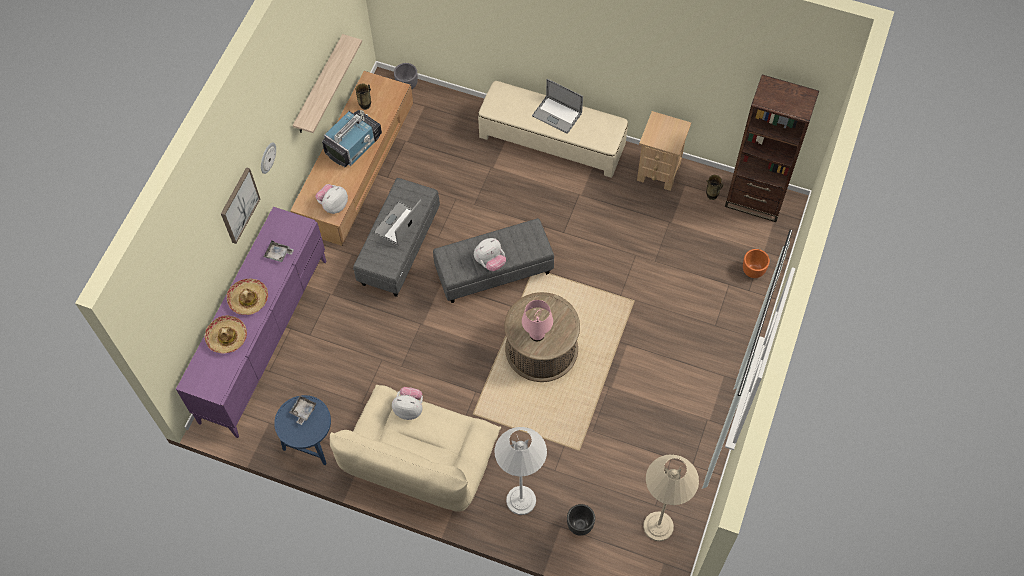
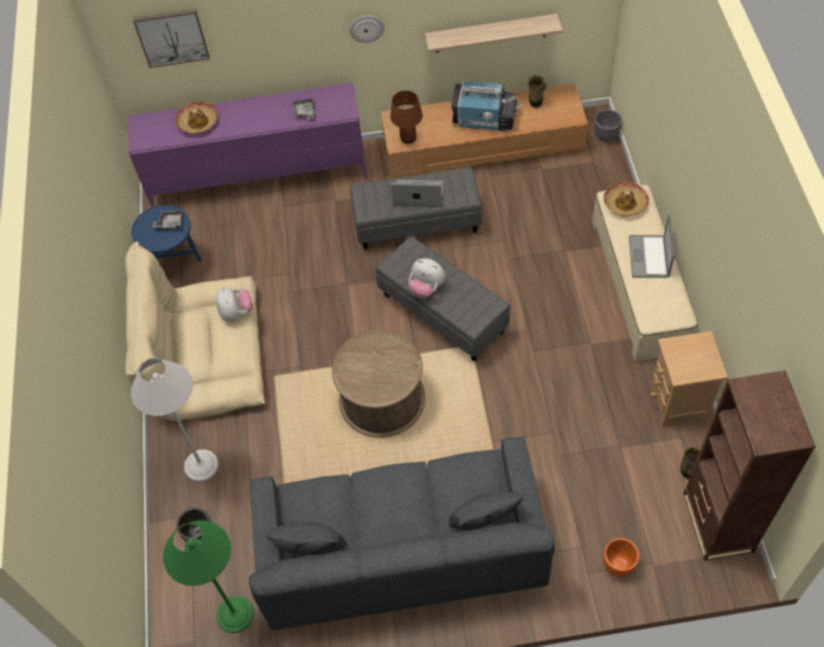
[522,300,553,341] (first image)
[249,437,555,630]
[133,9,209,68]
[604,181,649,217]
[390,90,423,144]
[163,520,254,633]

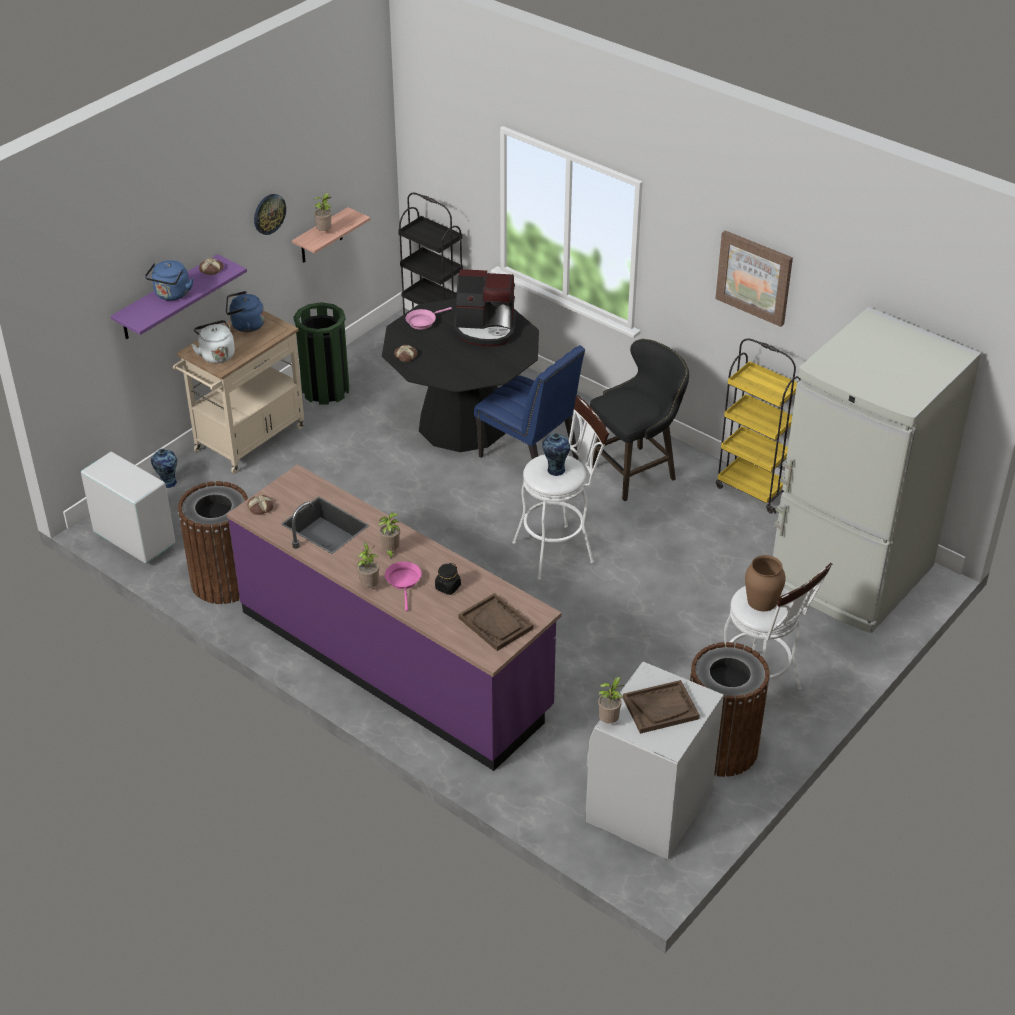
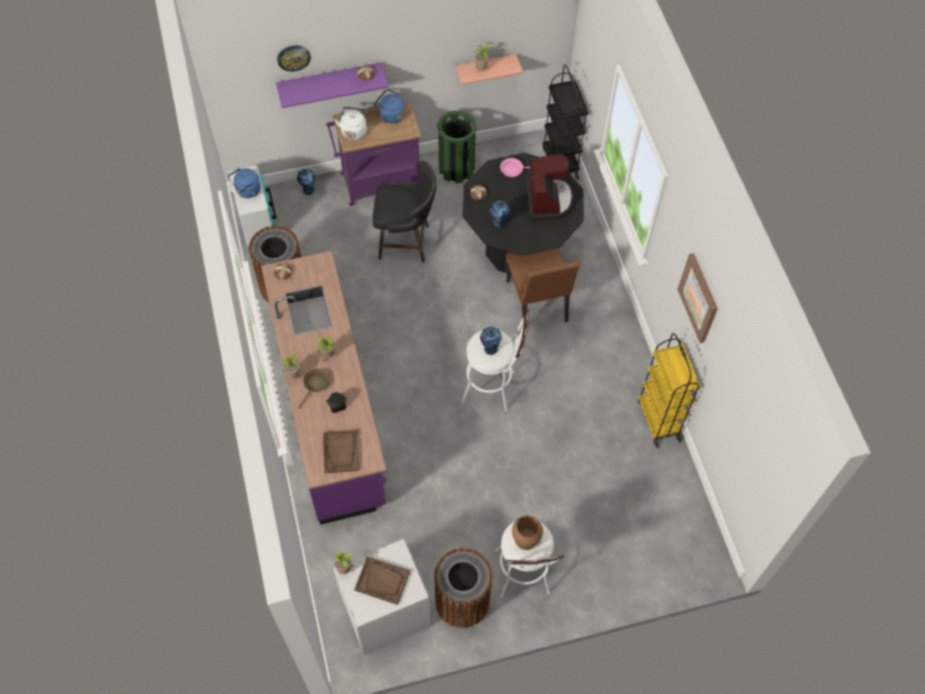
[773,307,981,633] (first image)
[490,200,510,229]
[228,168,261,198]
[277,45,311,72]
[372,160,436,262]
[326,100,421,206]
[298,368,330,408]
[506,248,580,322]
[526,154,574,220]

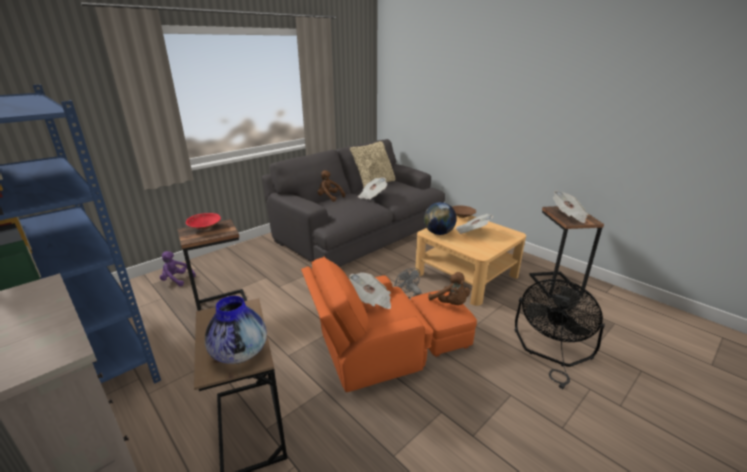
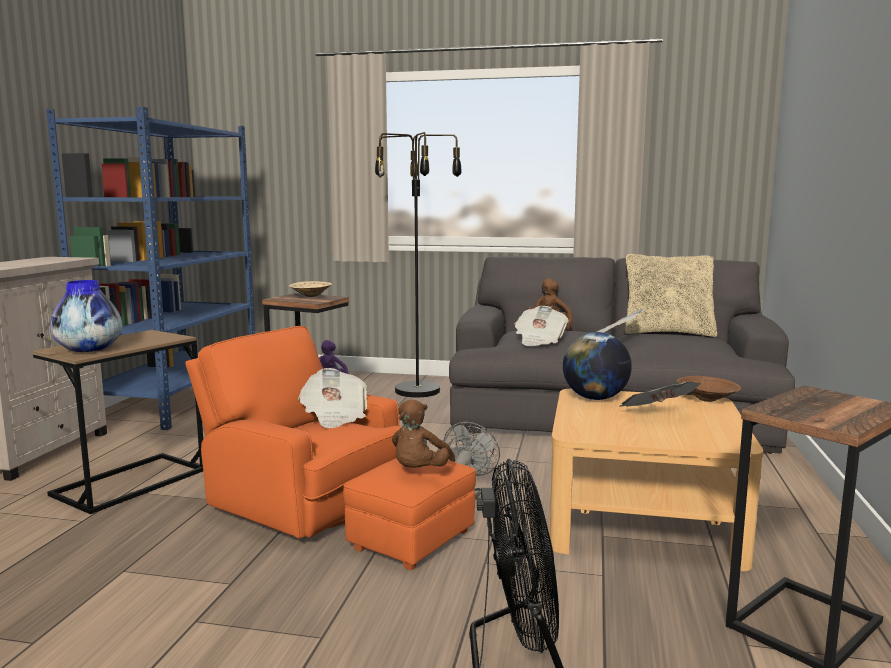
[375,132,462,397]
[514,306,568,346]
[289,281,332,297]

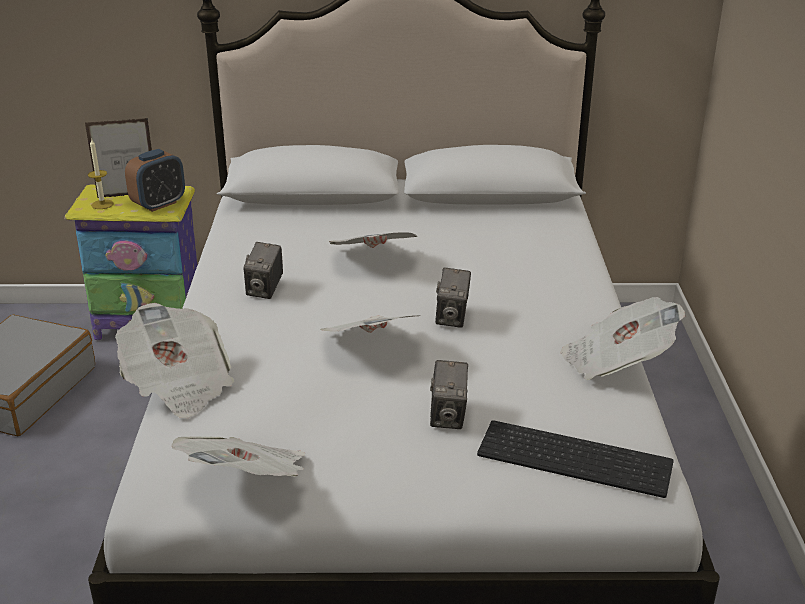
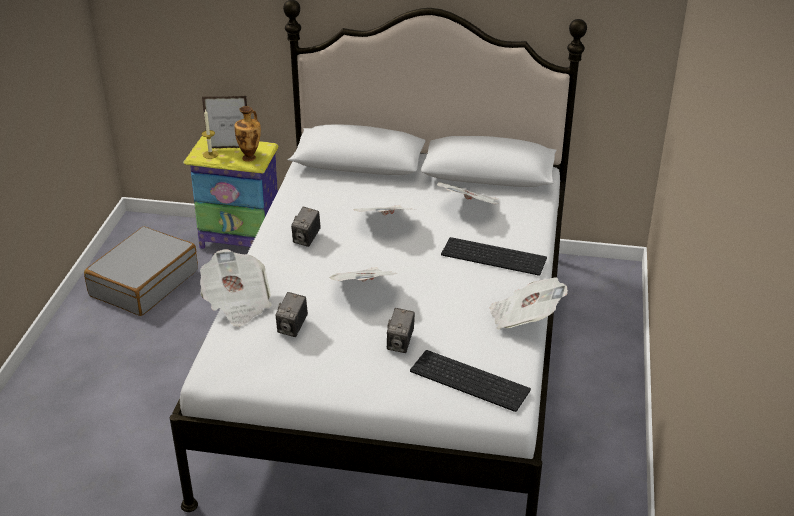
[441,237,547,276]
[437,182,498,205]
[276,292,308,337]
[234,106,261,162]

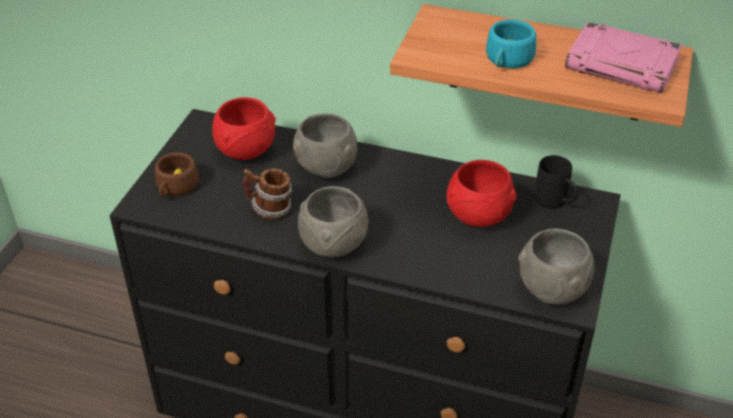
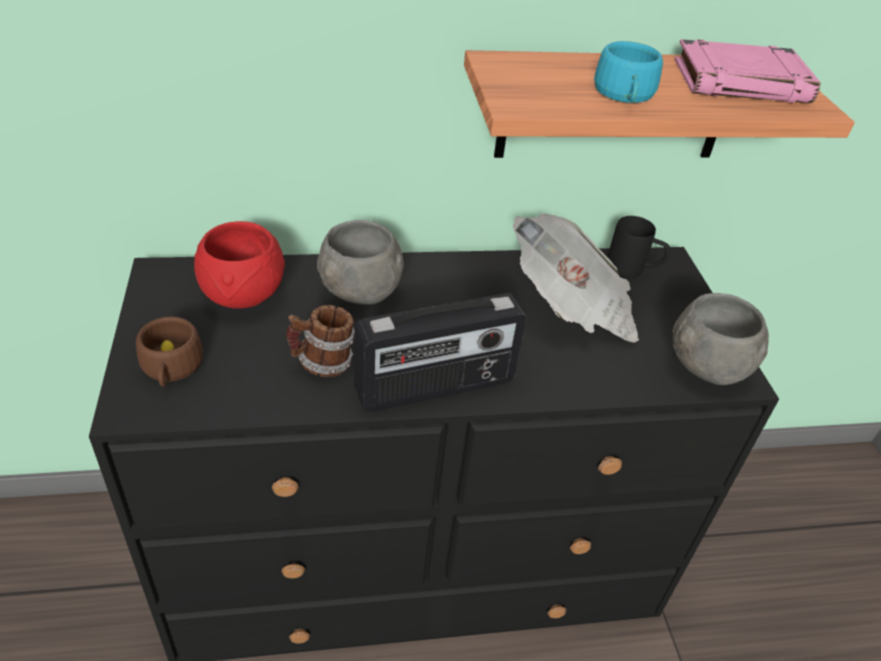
[354,293,526,412]
[513,214,639,343]

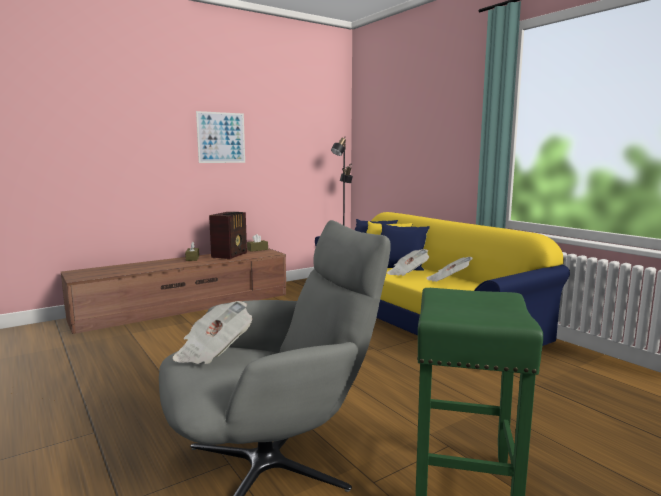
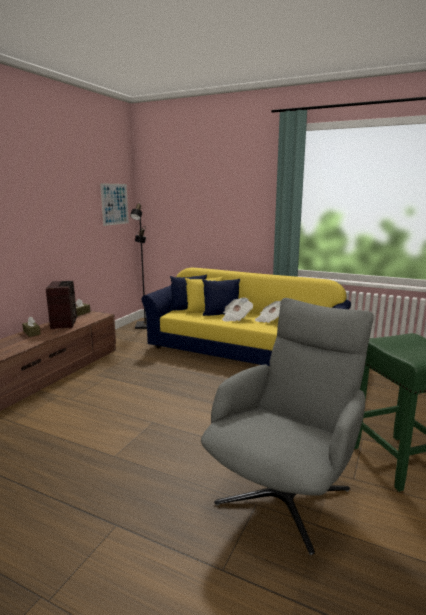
[173,301,252,364] (first image)
[100,183,129,226]

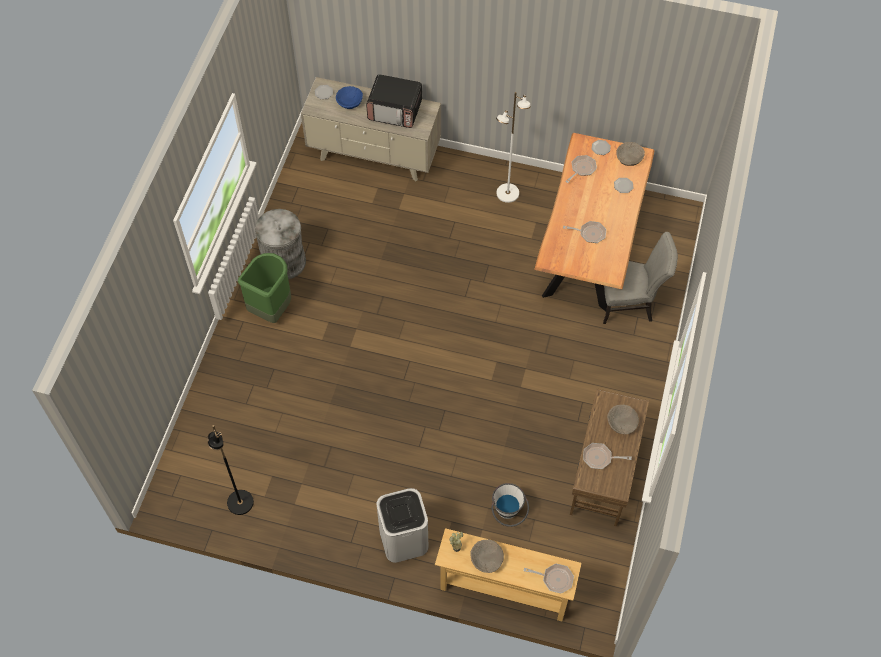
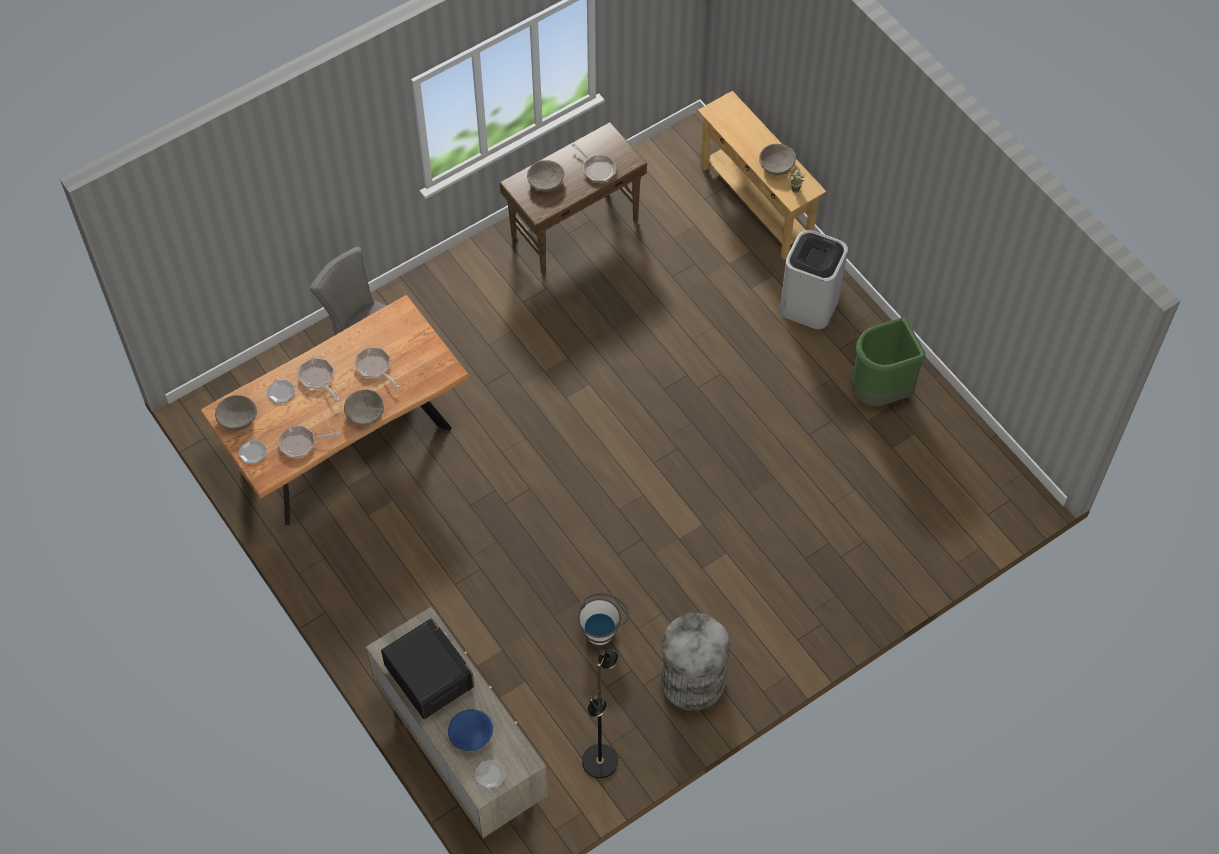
[496,92,531,203] (first image)
[344,389,384,425]
[582,649,619,778]
[851,318,925,406]
[578,593,629,645]
[298,358,340,402]

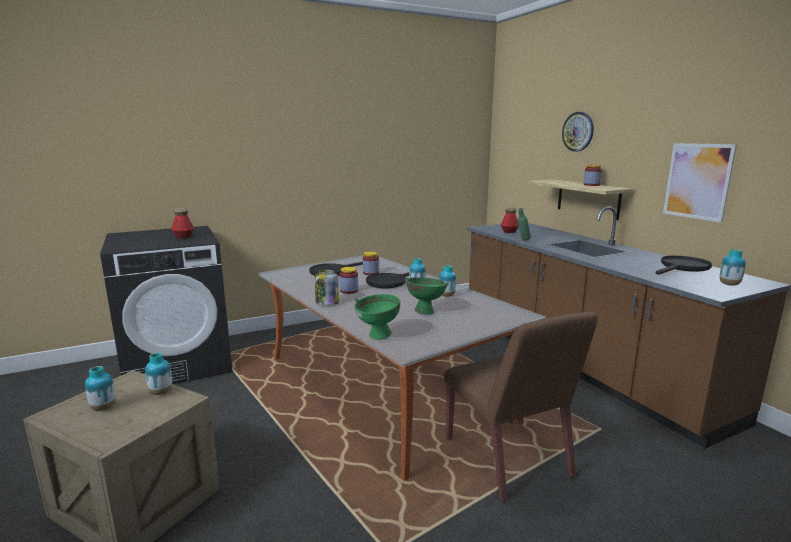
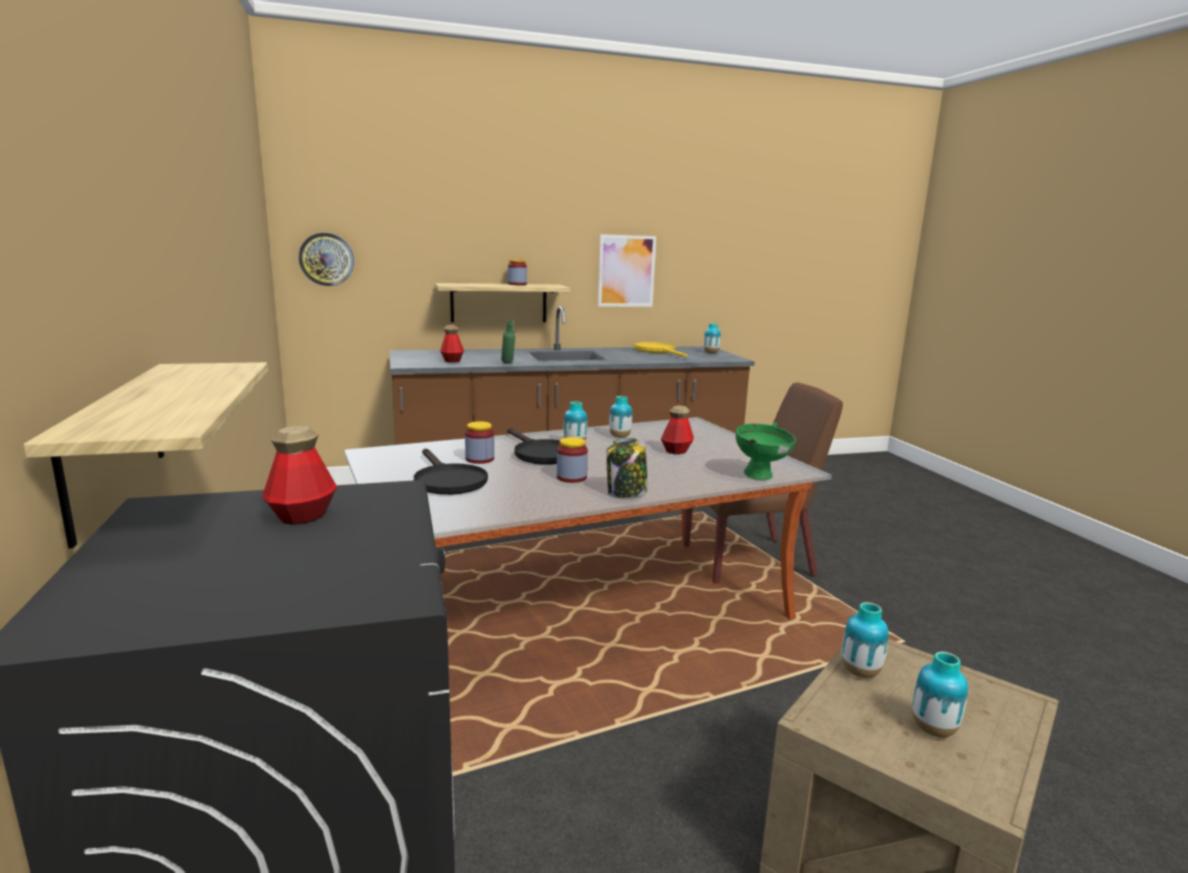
[23,362,268,549]
[299,233,354,286]
[661,406,694,454]
[635,342,688,357]

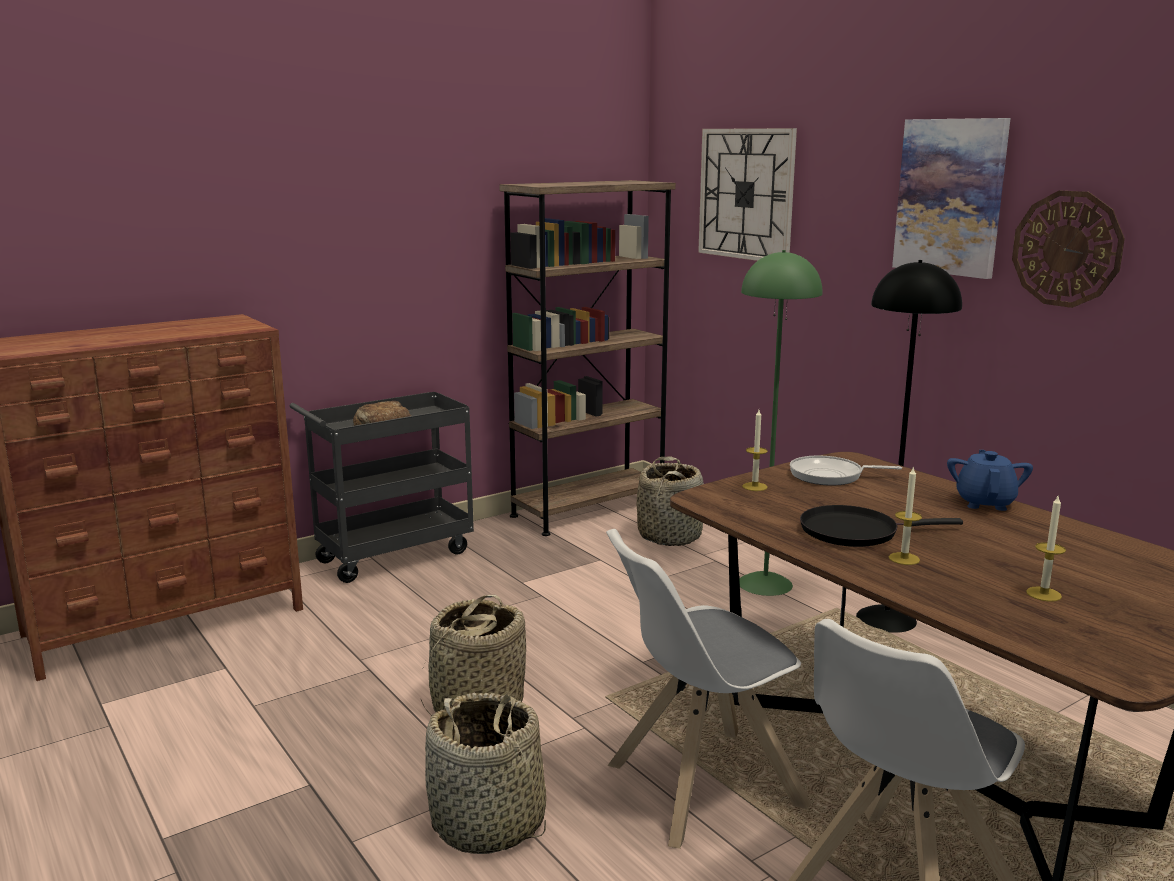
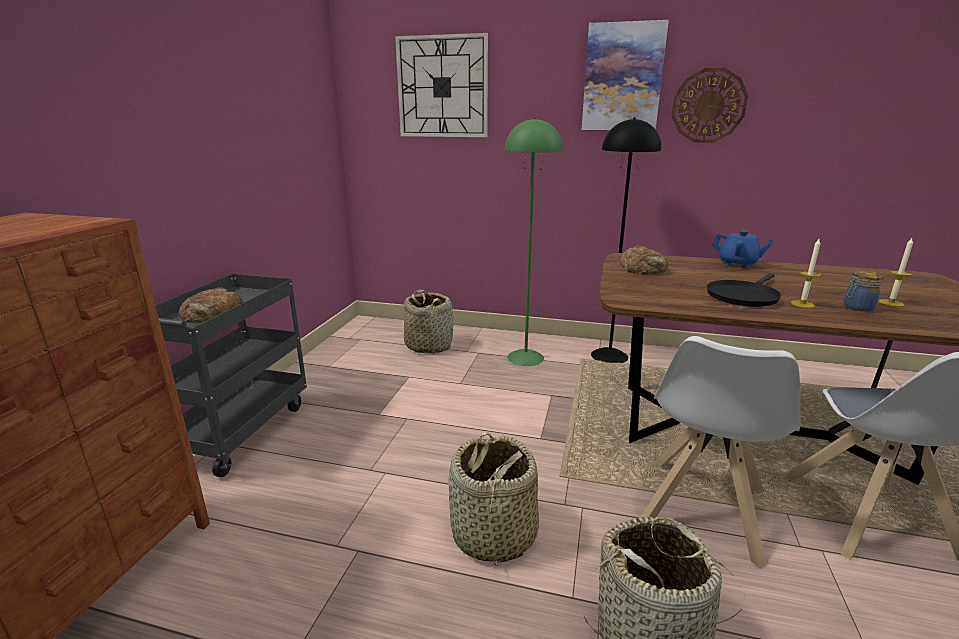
[499,180,676,536] (first image)
[742,410,768,491] (first image)
[844,270,884,312]
[620,245,668,275]
[712,230,774,268]

